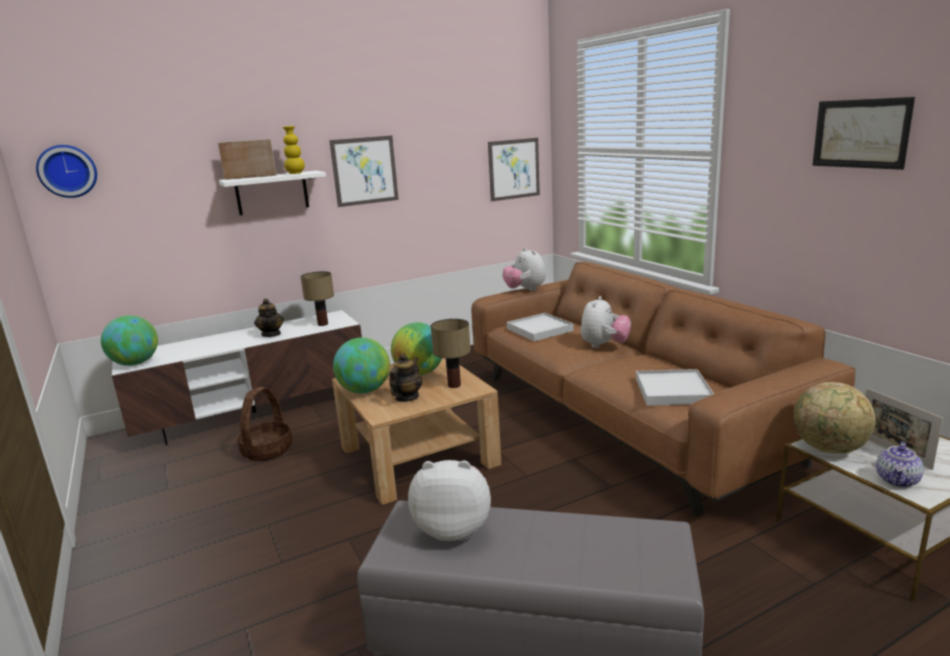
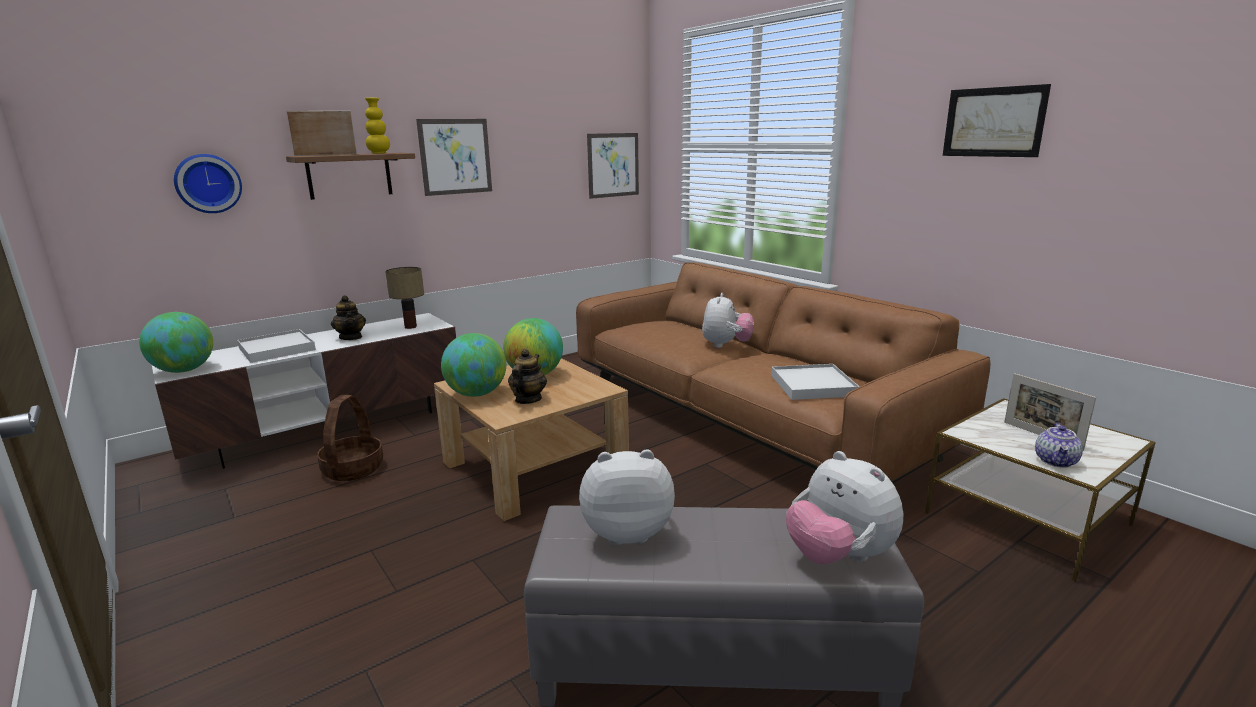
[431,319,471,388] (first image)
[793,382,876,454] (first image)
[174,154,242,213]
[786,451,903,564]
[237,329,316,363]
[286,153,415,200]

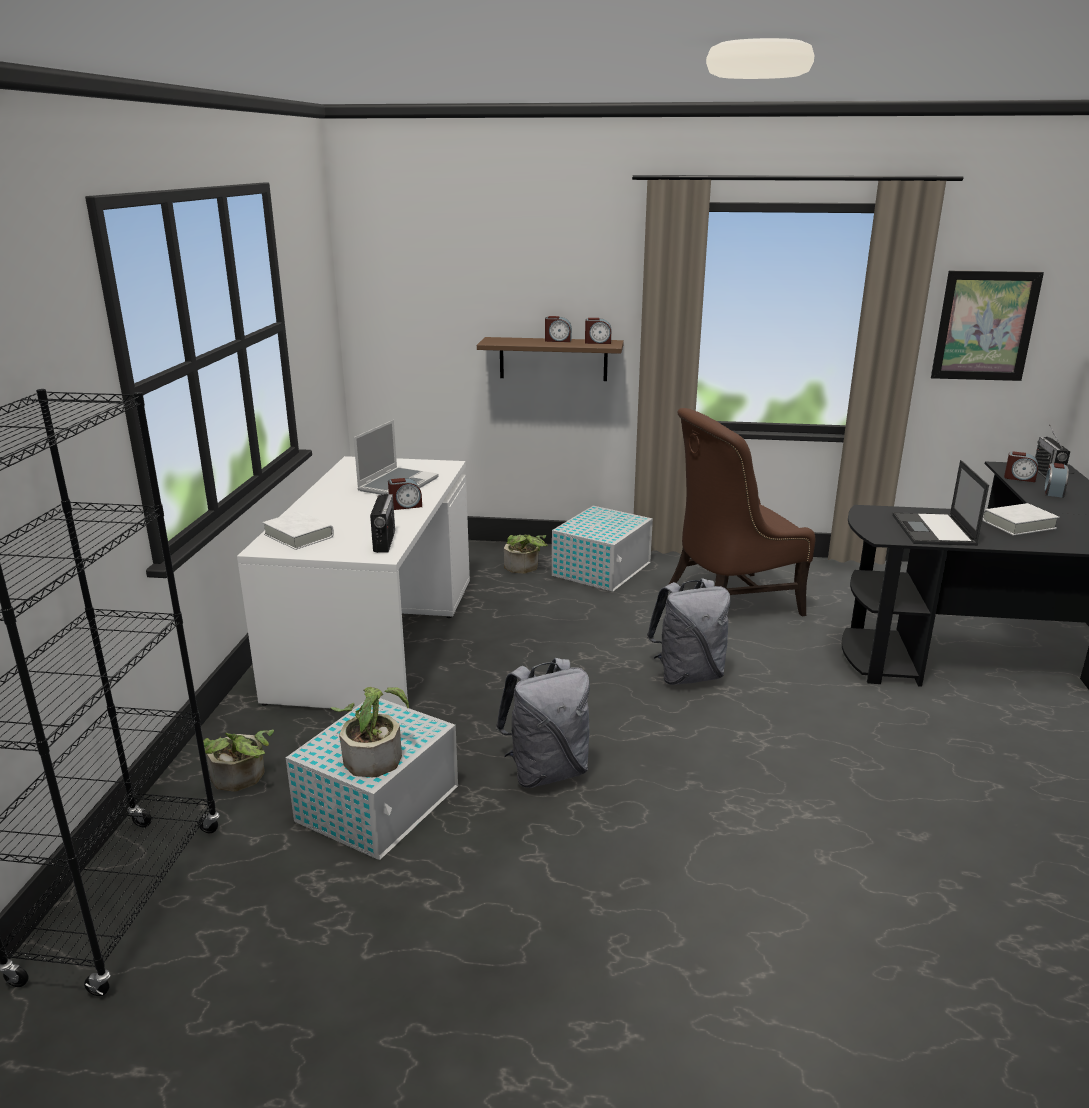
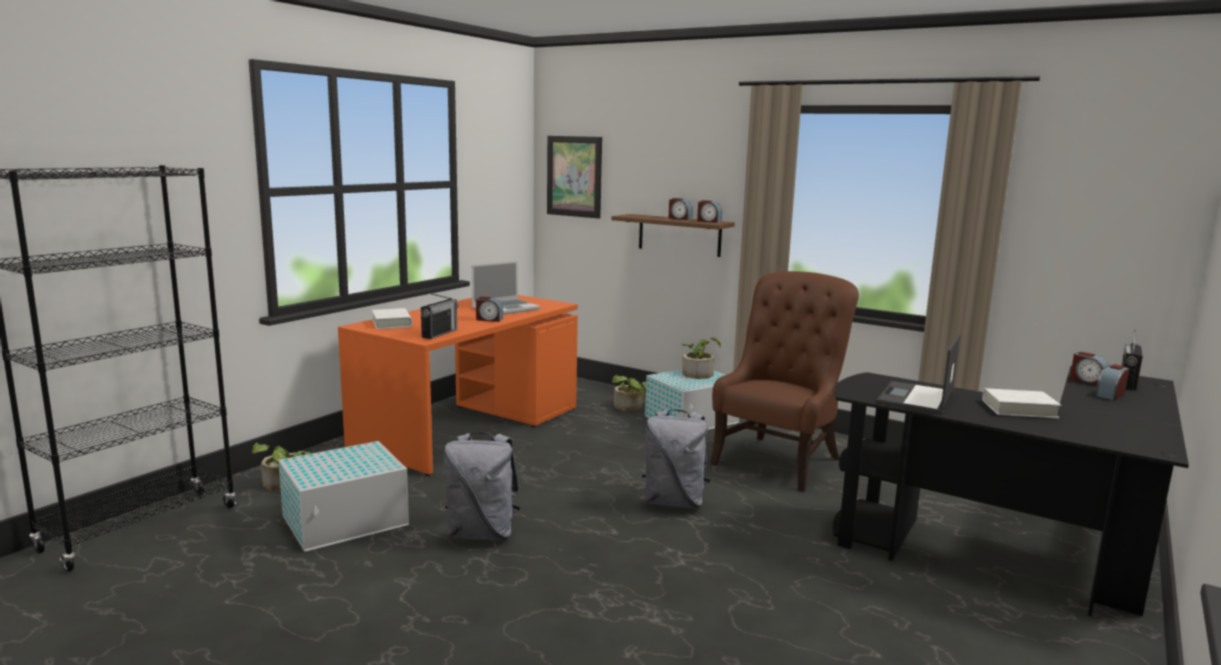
[682,338,721,379]
[547,136,602,219]
[338,295,578,476]
[710,271,859,492]

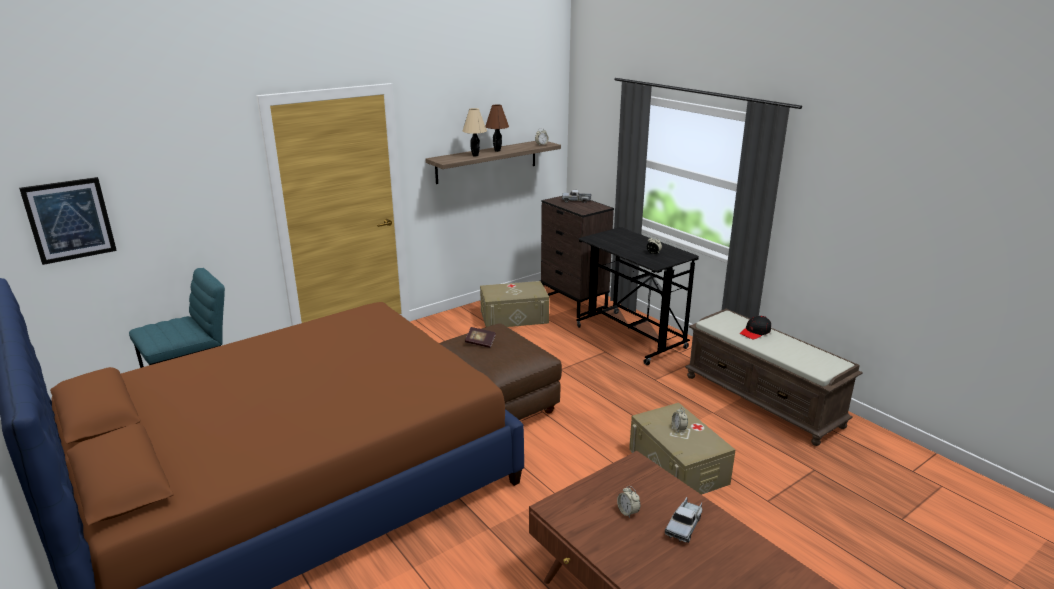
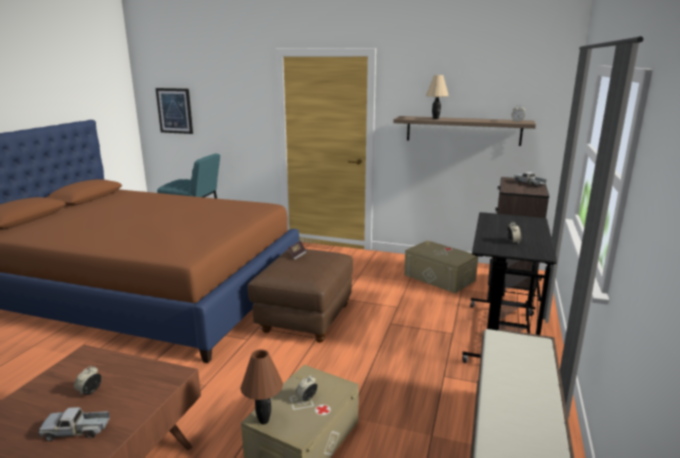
[740,316,771,339] (first image)
[240,349,283,425]

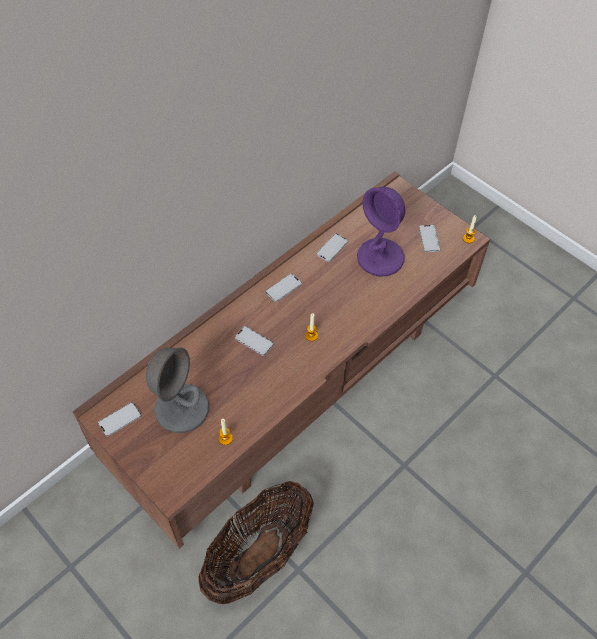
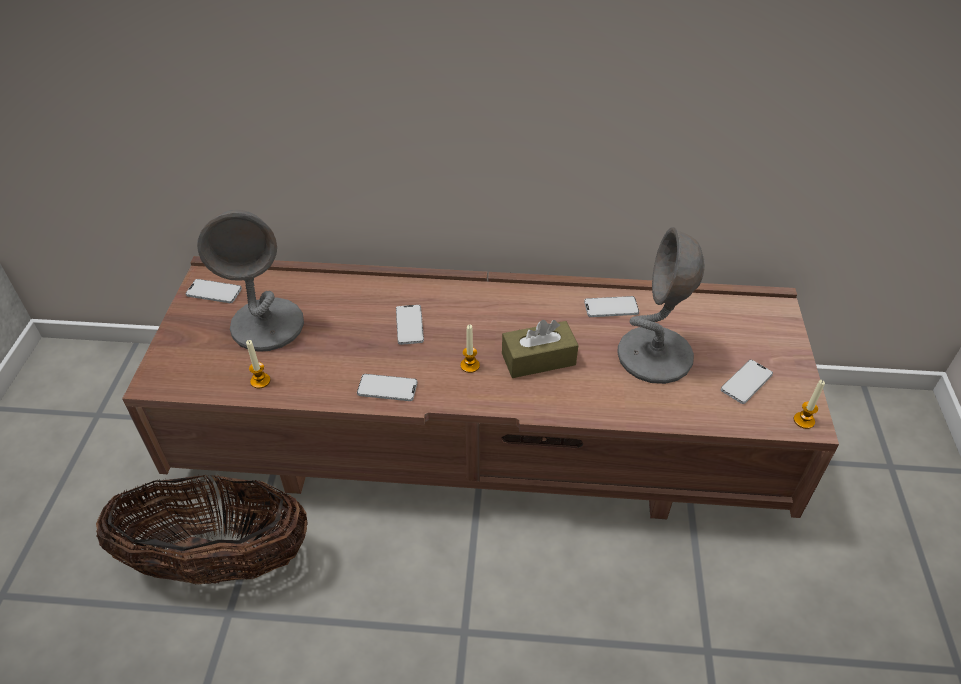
[502,320,578,378]
[357,374,417,401]
[618,227,705,384]

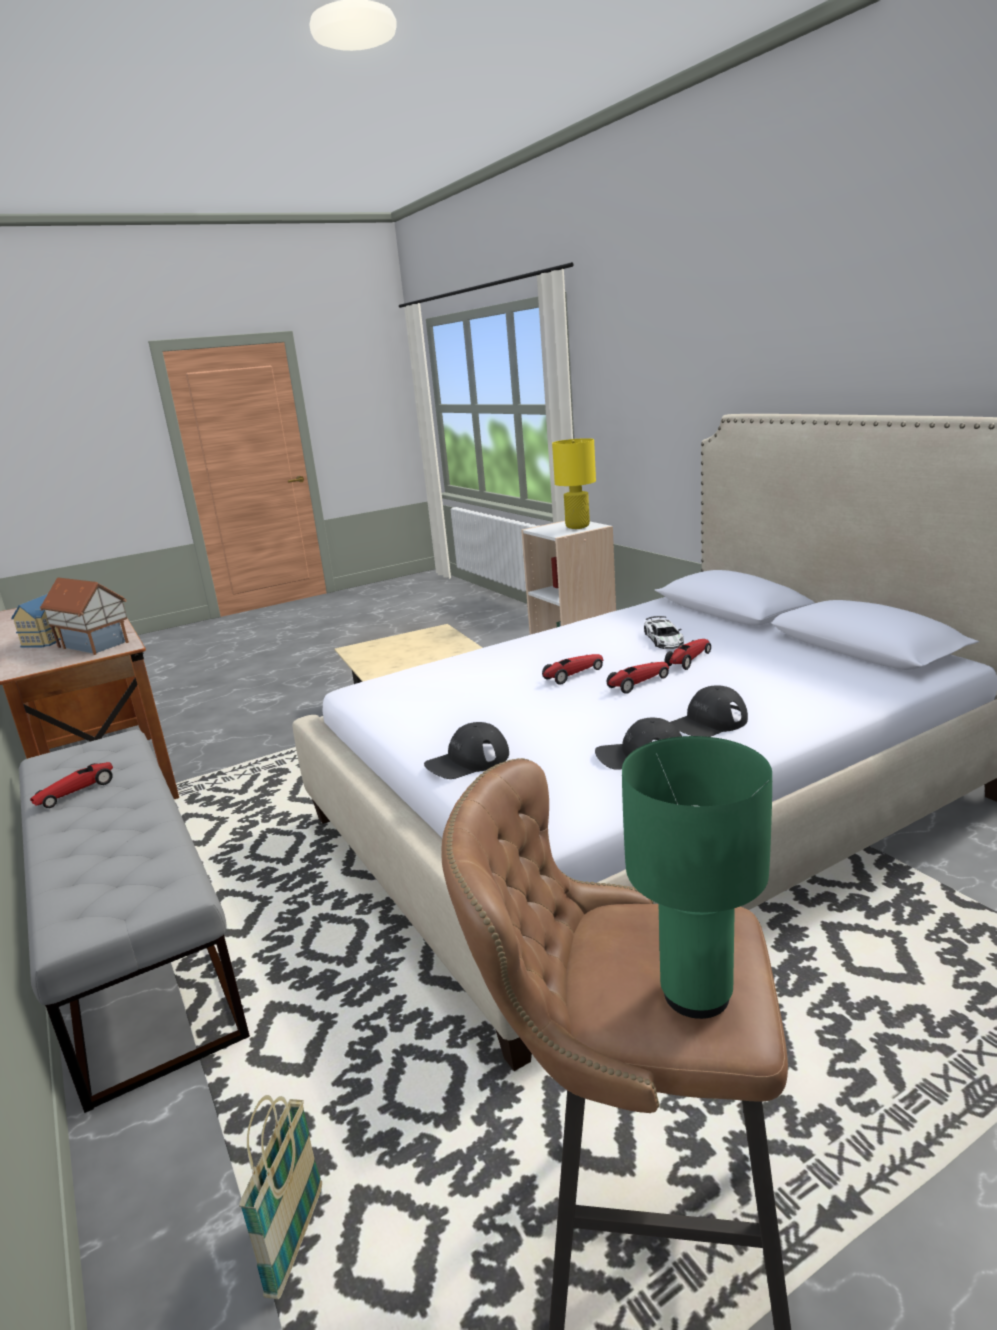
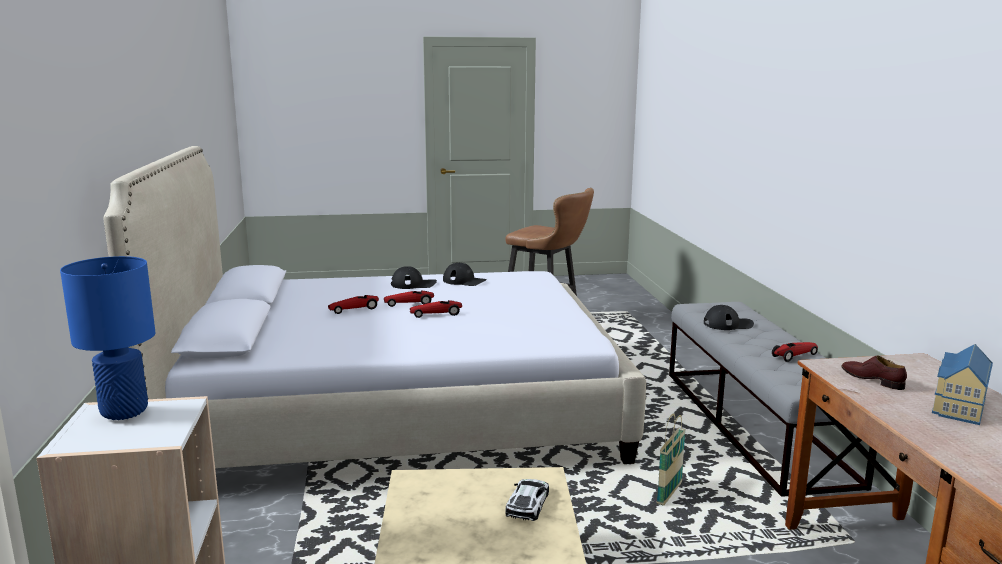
[622,736,772,1019] (first image)
[657,413,686,506]
[704,305,754,330]
[506,479,549,521]
[841,356,907,390]
[60,256,155,420]

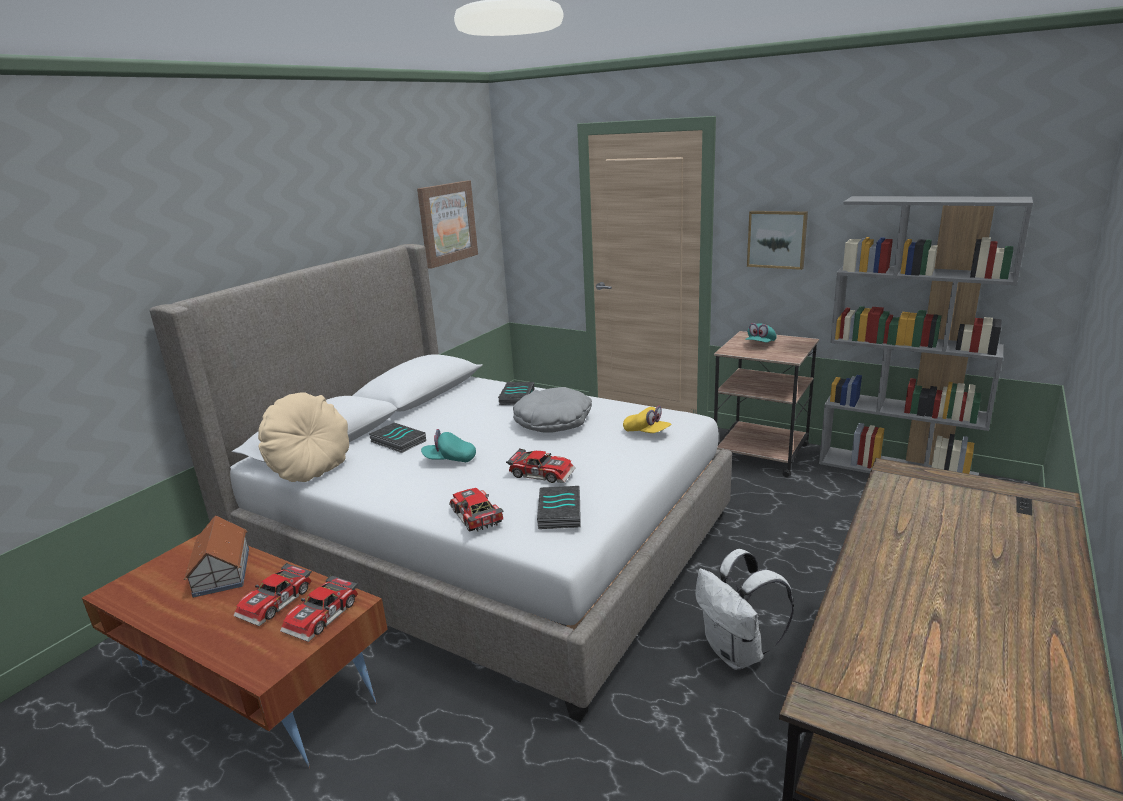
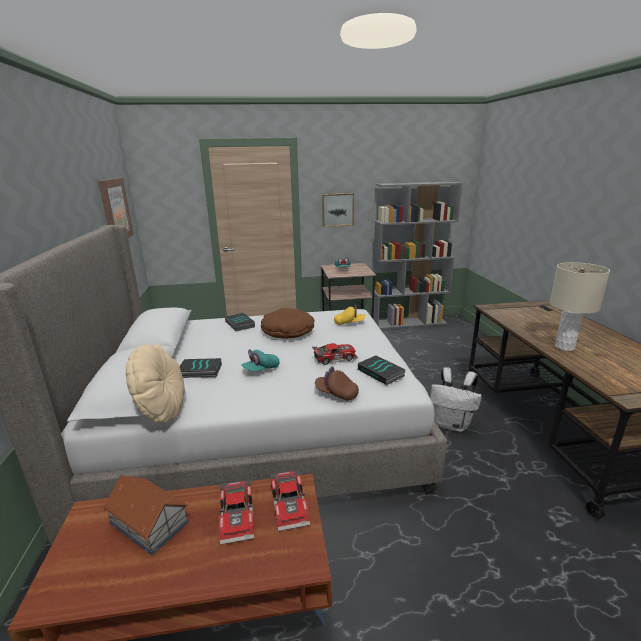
[550,262,610,351]
[315,366,359,401]
[261,308,315,339]

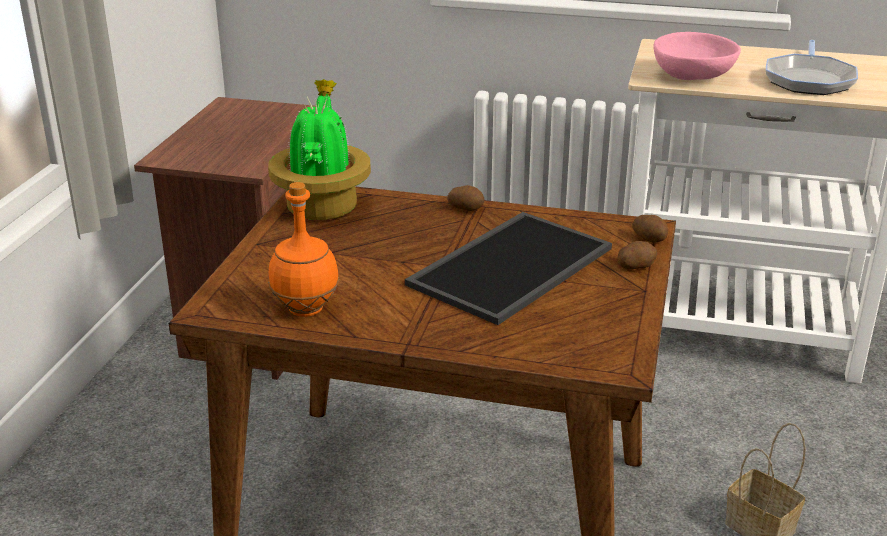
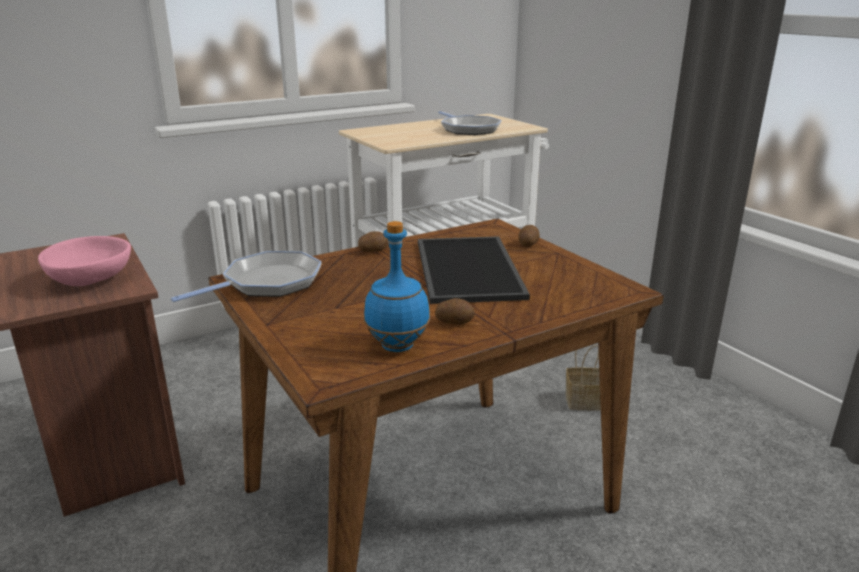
[435,298,475,325]
[38,236,131,286]
[171,251,322,302]
[364,221,430,352]

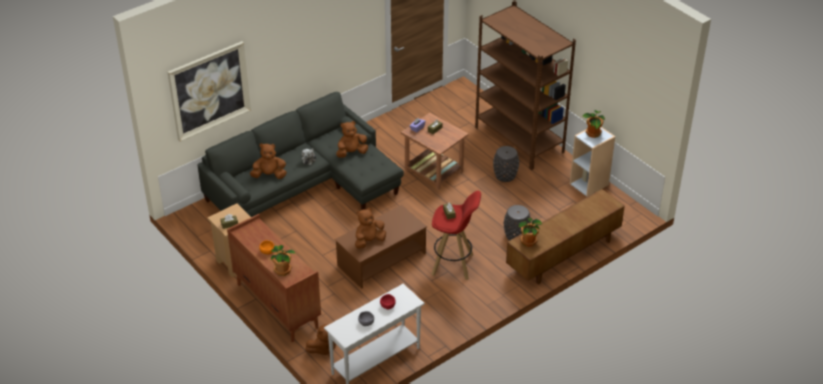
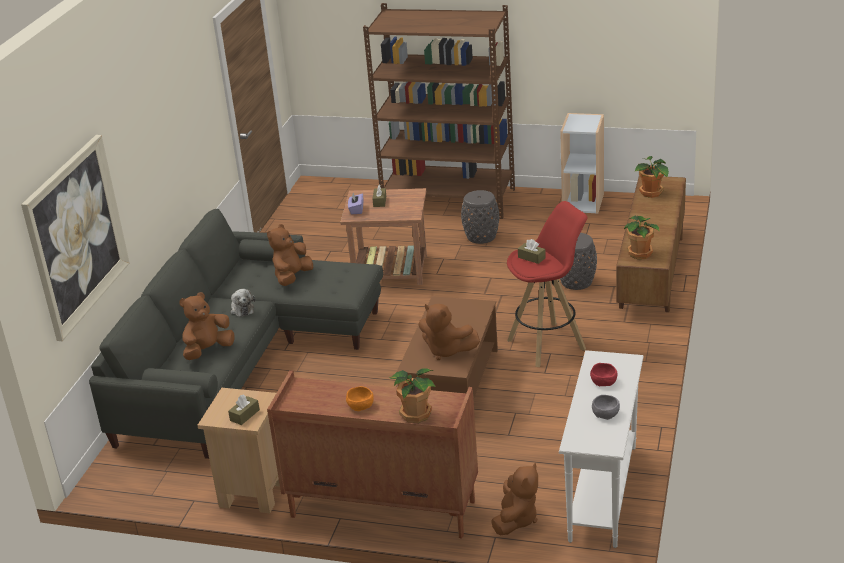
[634,156,669,198]
[419,304,480,360]

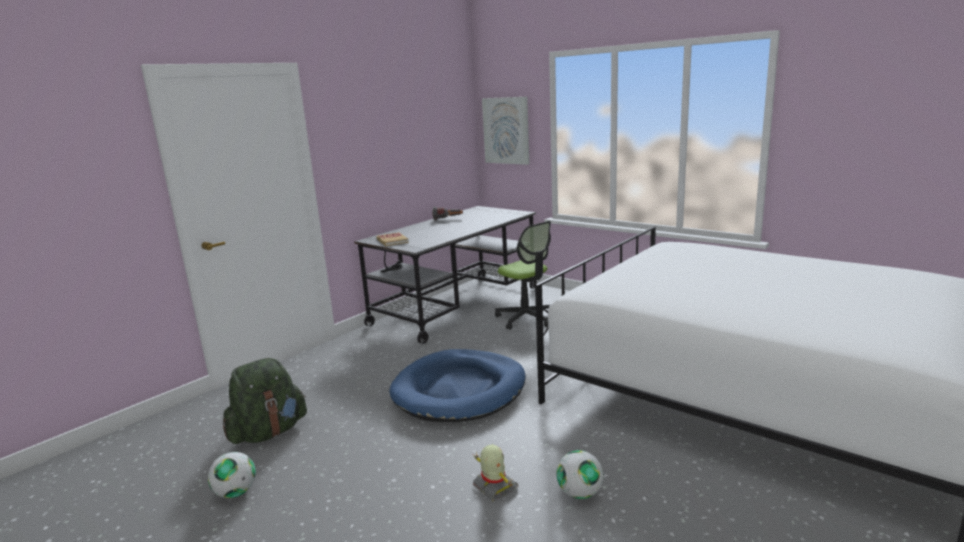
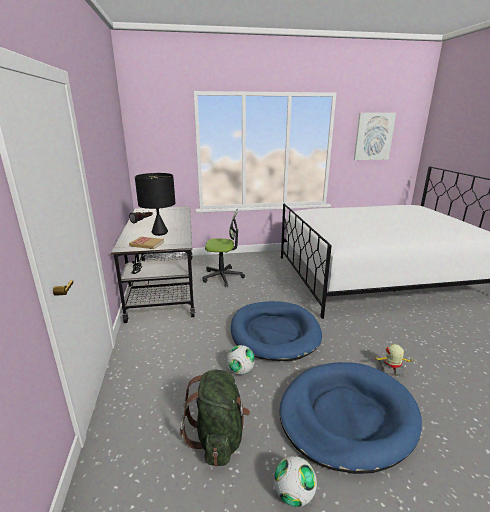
[135,173,175,236]
[279,362,422,474]
[354,113,396,160]
[227,345,255,375]

